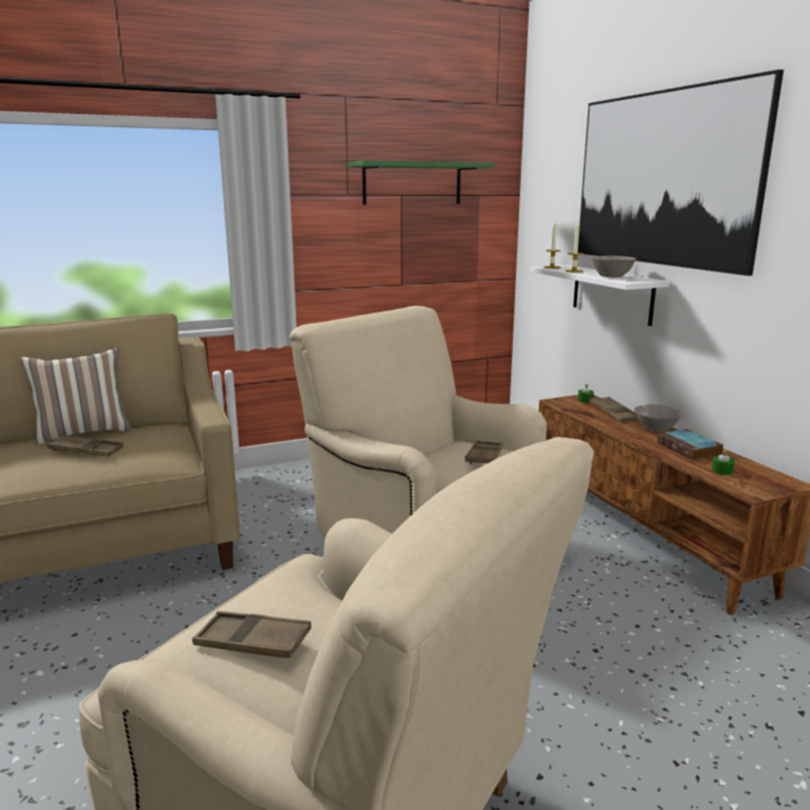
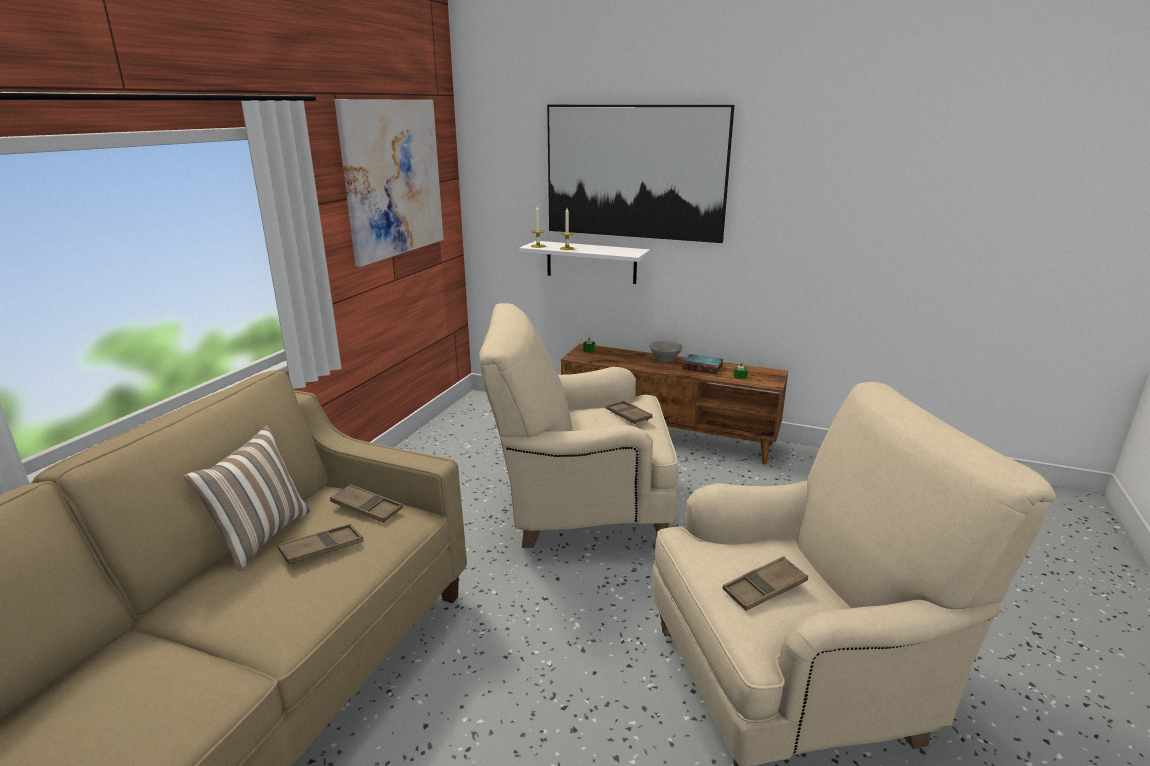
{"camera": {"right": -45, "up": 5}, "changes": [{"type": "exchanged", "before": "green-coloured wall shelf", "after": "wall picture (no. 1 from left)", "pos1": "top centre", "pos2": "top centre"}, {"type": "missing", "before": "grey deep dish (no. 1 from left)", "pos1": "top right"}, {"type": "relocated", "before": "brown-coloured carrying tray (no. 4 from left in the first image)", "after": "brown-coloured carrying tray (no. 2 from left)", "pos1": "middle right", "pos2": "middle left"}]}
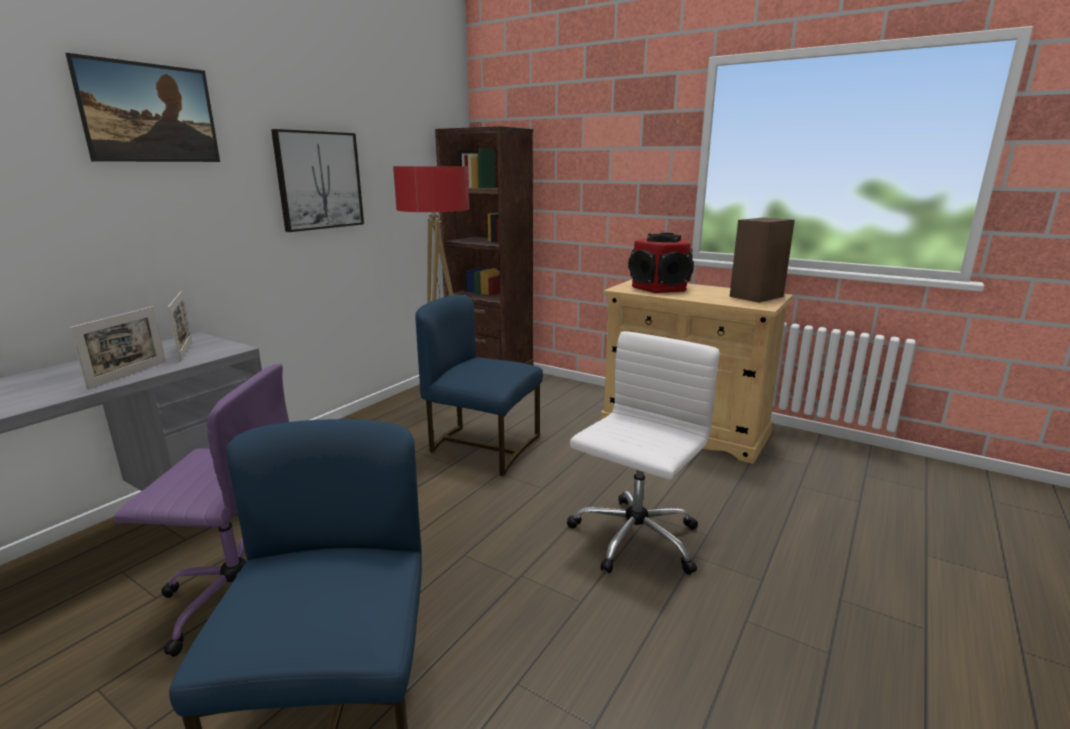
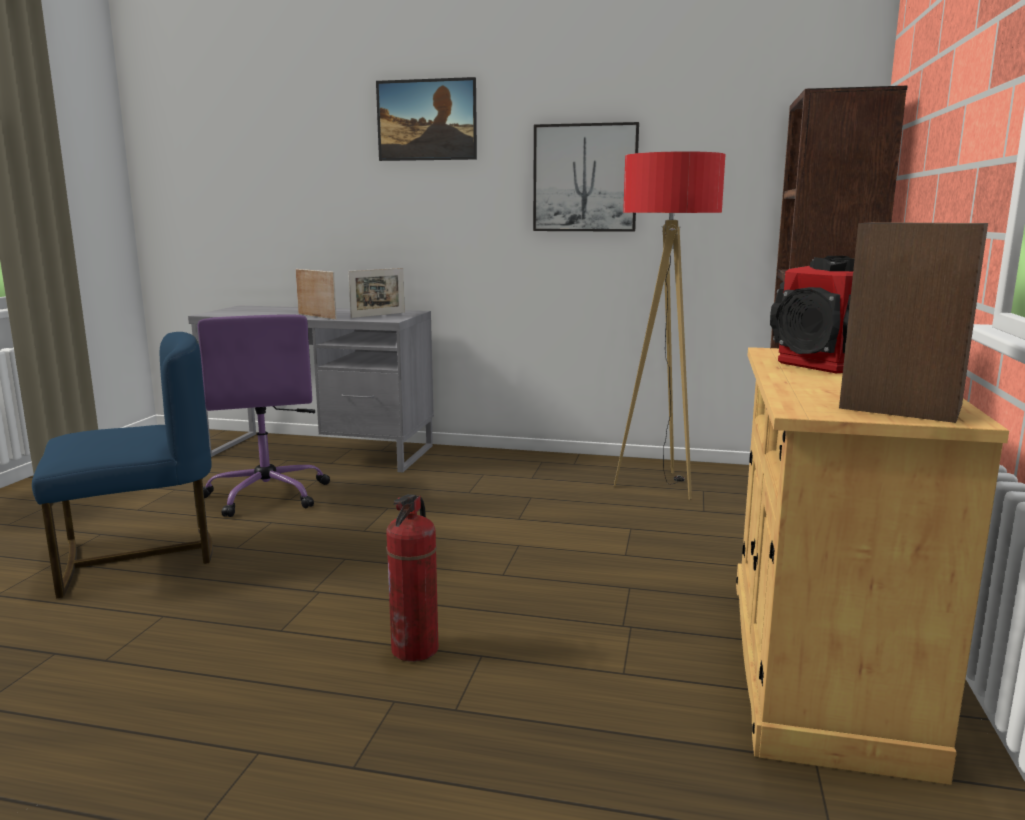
{"camera": {"right": 70, "up": -5}, "changes": [{"type": "missing", "before": "blue chair (no. 2 from left)", "pos1": "centre"}, {"type": "spun", "before": "picture frame (no. 1 from left)", "pos1": "middle left", "pos2": "middle left", "turn": -135}, {"type": "exchanged", "before": "white-coloured computer chair", "after": "extinguisher", "pos1": "centre", "pos2": "bottom centre"}]}
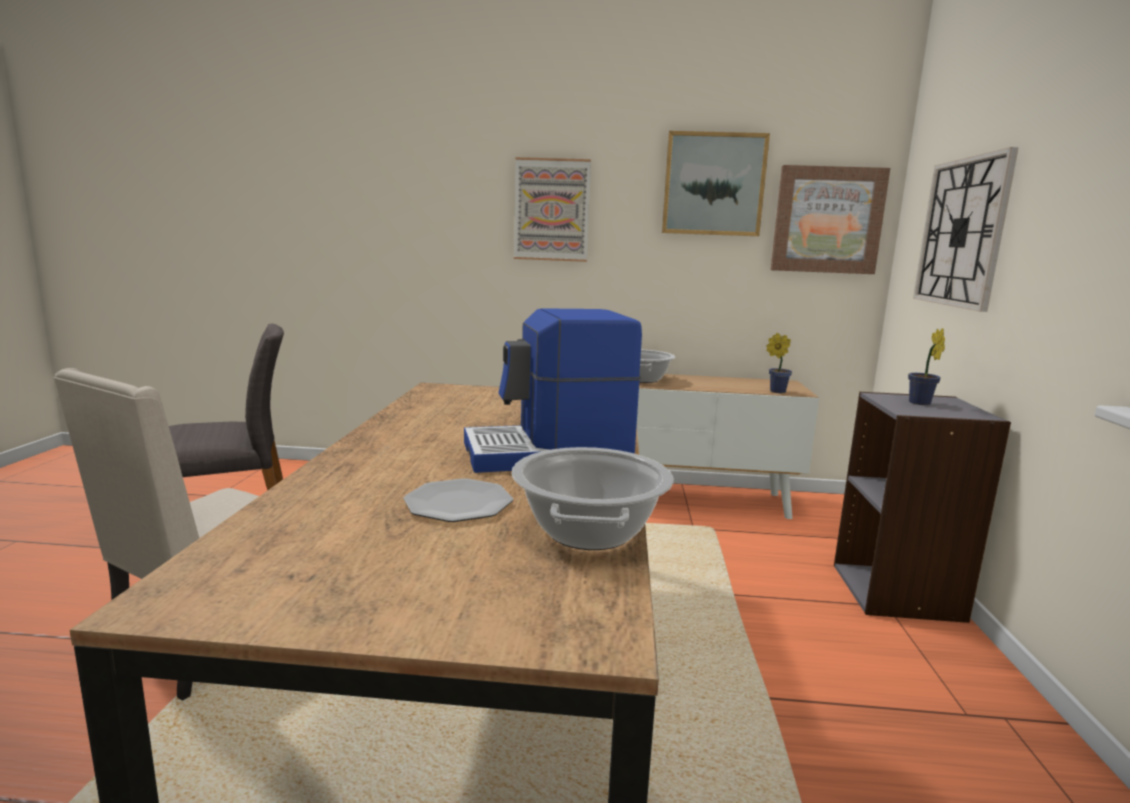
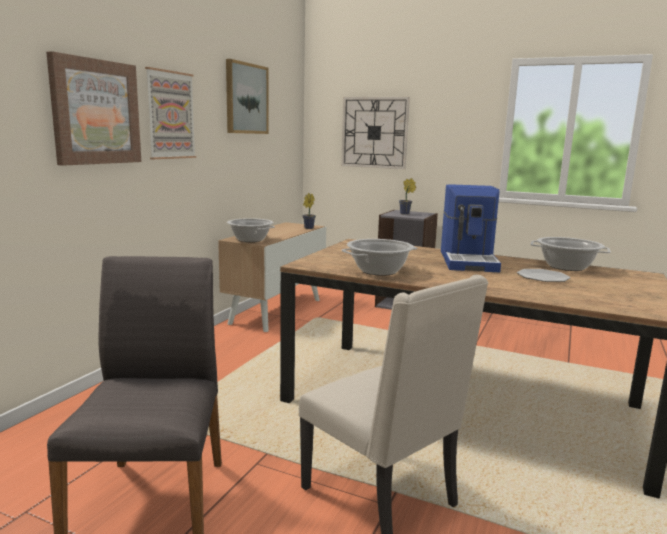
{"camera": {"right": -70, "up": 0}, "changes": [{"type": "relocated", "before": "wall picture (no. 3 from left in the first image)", "after": "wall picture (no. 1 from left)", "pos1": "top right", "pos2": "top left"}, {"type": "appeared", "after": "stockpot (no. 2 from left)", "pos2": "centre"}]}
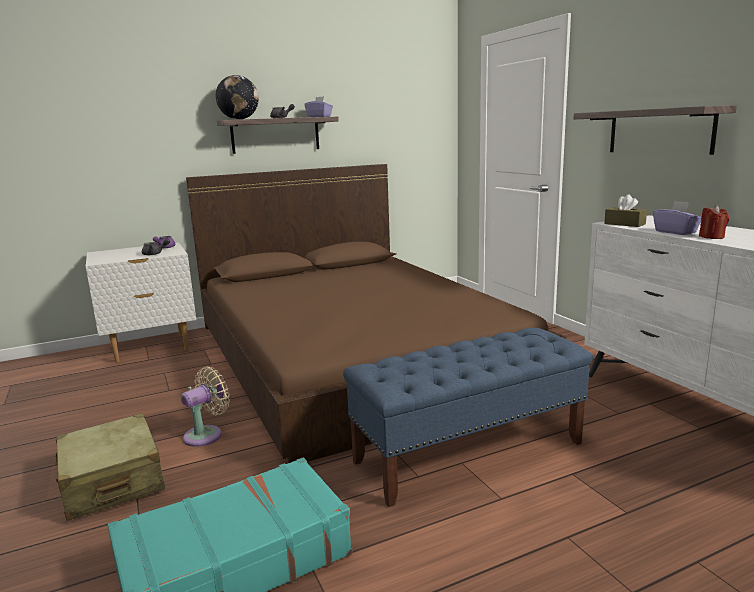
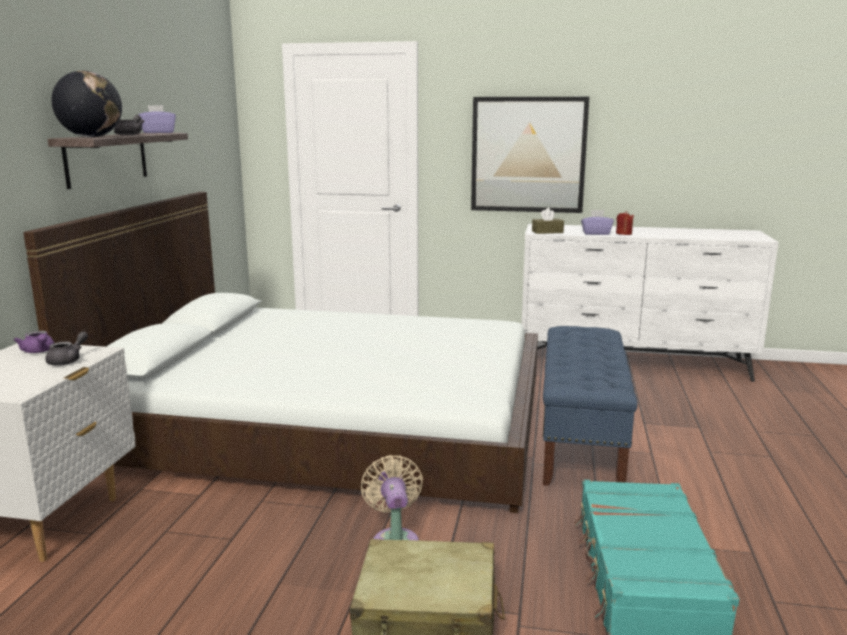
{"camera": {"right": -55, "up": 0}, "changes": [{"type": "exchanged", "before": "wall shelf (no. 2 from left)", "after": "wall picture", "pos1": "top right", "pos2": "top centre"}, {"type": "colour", "before": "brown-coloured sleeping bed", "after": "white-coloured sleeping bed", "pos1": "centre", "pos2": "middle left"}]}
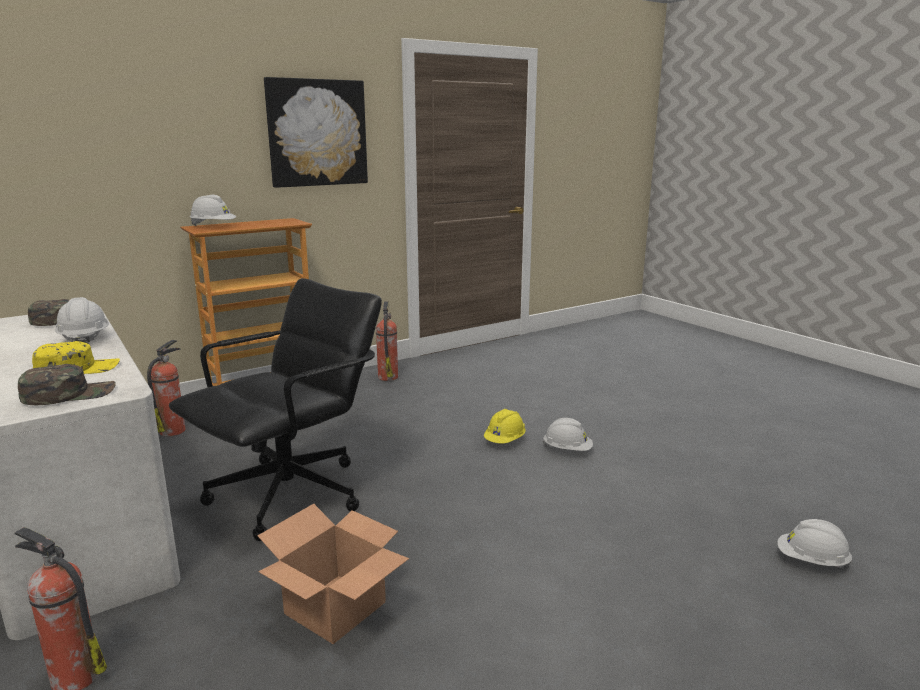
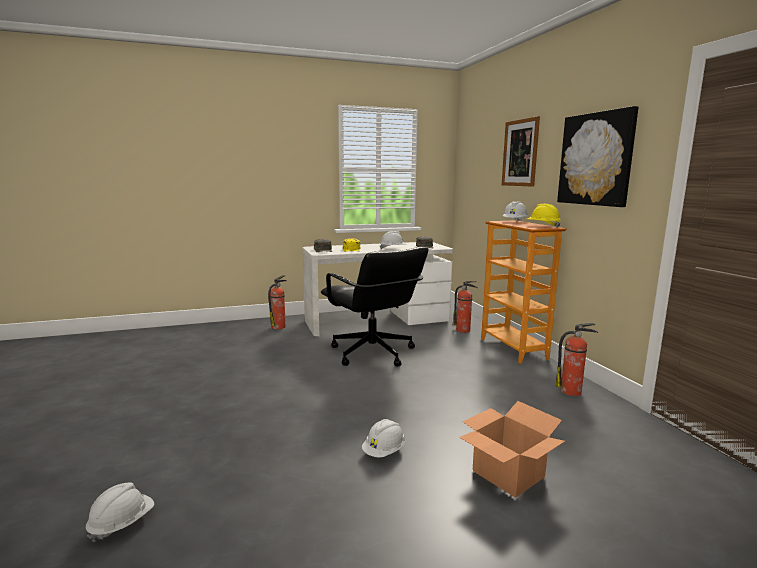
{"camera": {"right": 105, "up": -5}, "changes": [{"type": "relocated", "before": "yellow-coloured hard hat", "pos1": "centre", "pos2": "middle right"}, {"type": "relocated", "before": "packing box", "pos1": "bottom centre", "pos2": "bottom right"}, {"type": "appeared", "after": "wall picture (no. 1 from left)", "pos2": "top right"}]}
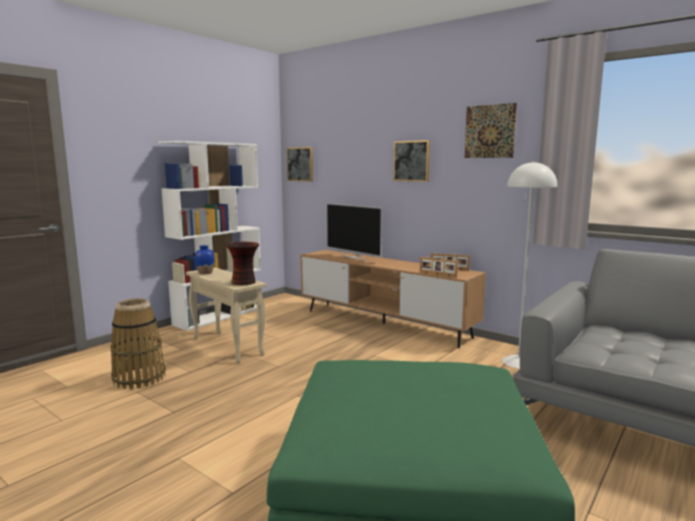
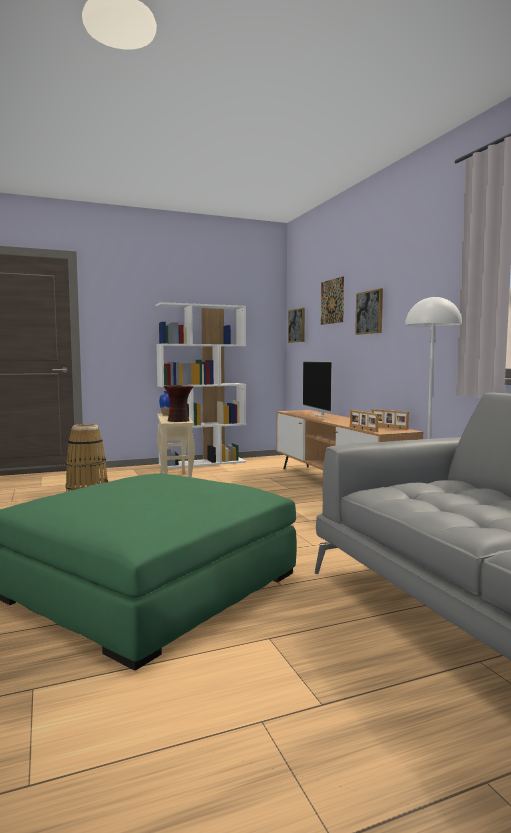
{"camera": {"right": 30, "up": -5}, "changes": [{"type": "relocated", "before": "wall picture (no. 3 from left in the first image)", "after": "wall picture (no. 2 from left)", "pos1": "top right", "pos2": "centre"}]}
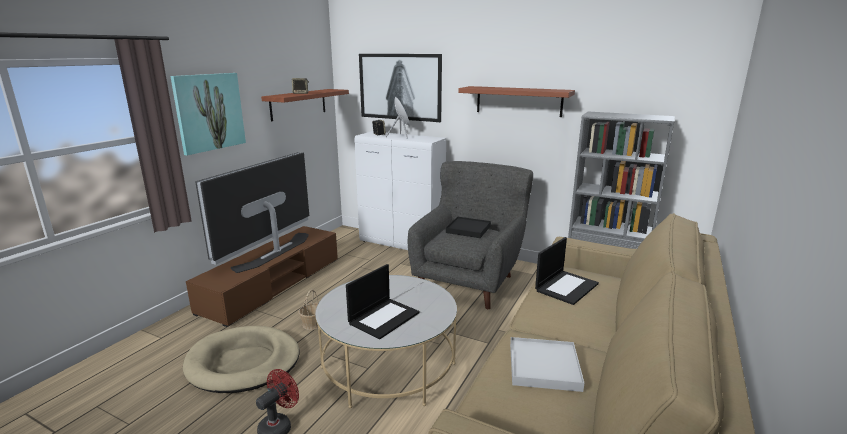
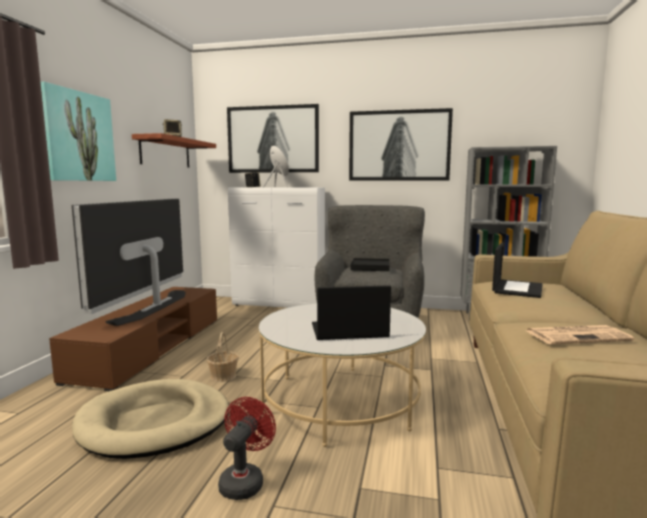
{"camera": {"right": -15, "up": -10}, "changes": [{"type": "exchanged", "before": "wall shelf (no. 2 from left)", "after": "wall picture (no. 3 from left)", "pos1": "top centre", "pos2": "top centre"}, {"type": "spun", "before": "laptop (no. 1 from left)", "pos1": "bottom centre", "pos2": "centre", "turn": -120}, {"type": "exchanged", "before": "white-coloured carrying tray", "after": "daily paper", "pos1": "bottom centre", "pos2": "middle right"}]}
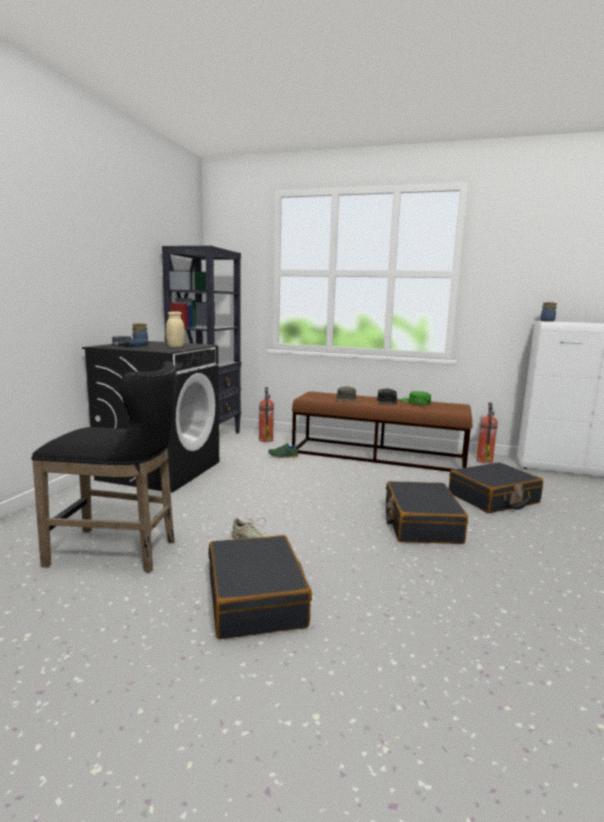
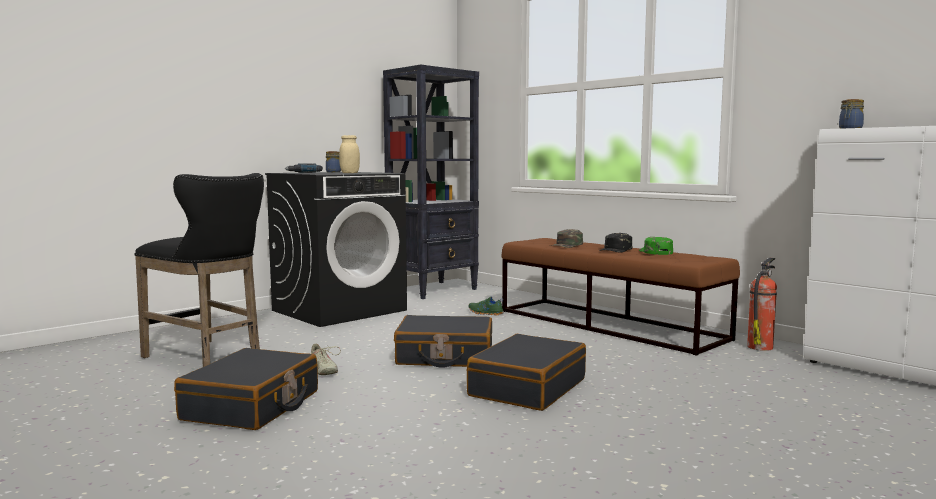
{"camera": {"right": 30, "up": -5}, "changes": [{"type": "missing", "before": "extinguisher (no. 1 from left)", "pos1": "centre"}, {"type": "relocated", "before": "black suitcase (no. 3 from left in the first image)", "after": "black suitcase (no. 2 from left)", "pos1": "middle right", "pos2": "bottom centre"}]}
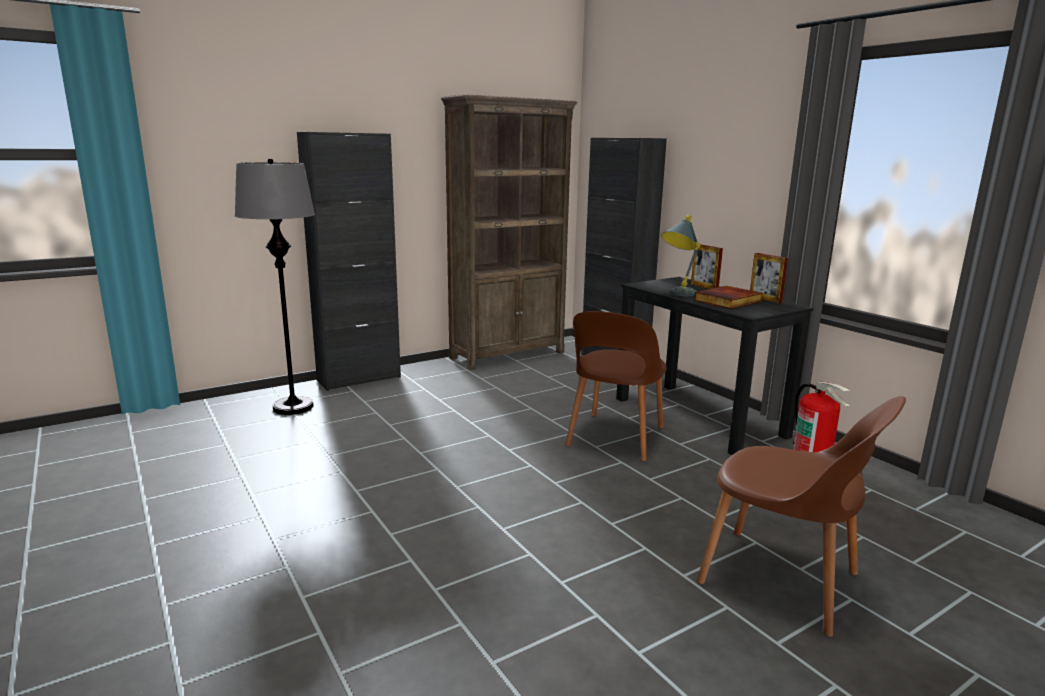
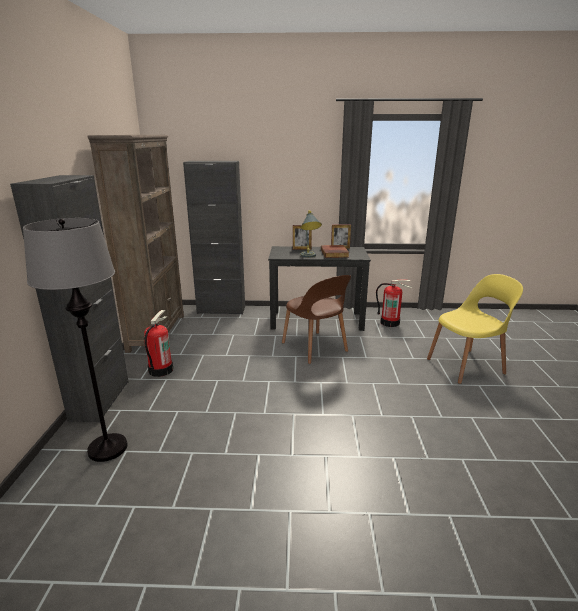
{"camera": {"right": -55, "up": 5}, "changes": [{"type": "colour", "before": "brown-coloured chair (no. 2 from left)", "after": "yellow-coloured chair", "pos1": "bottom right", "pos2": "middle right"}, {"type": "appeared", "after": "extinguisher (no. 1 from left)", "pos2": "middle left"}]}
